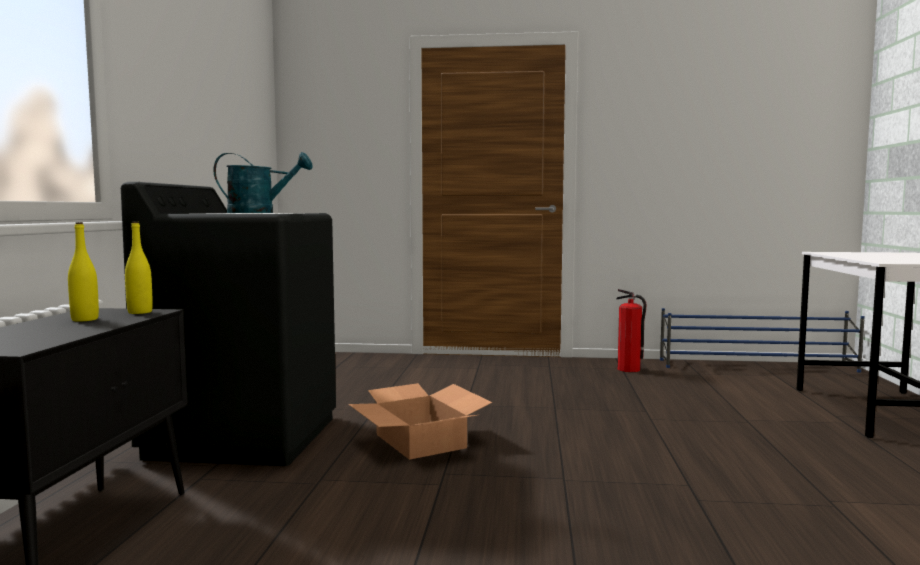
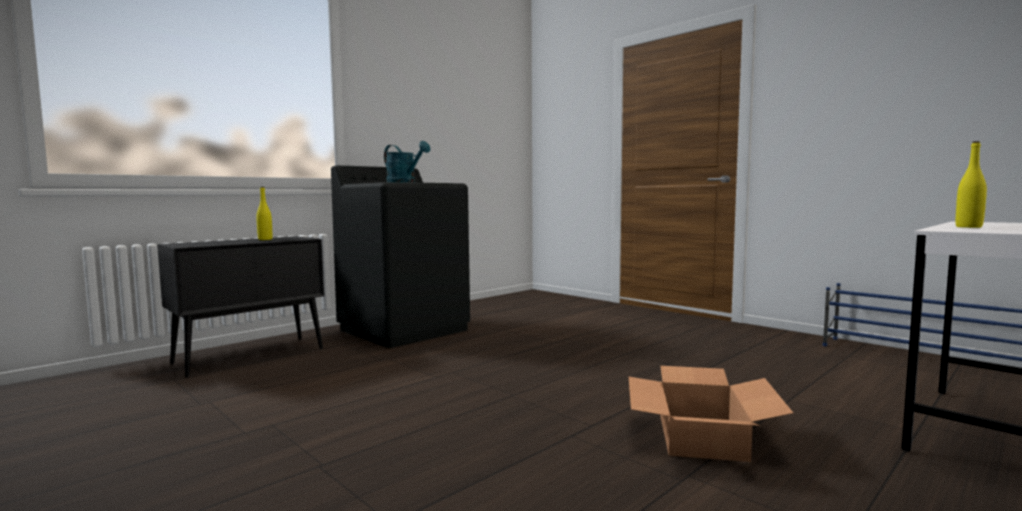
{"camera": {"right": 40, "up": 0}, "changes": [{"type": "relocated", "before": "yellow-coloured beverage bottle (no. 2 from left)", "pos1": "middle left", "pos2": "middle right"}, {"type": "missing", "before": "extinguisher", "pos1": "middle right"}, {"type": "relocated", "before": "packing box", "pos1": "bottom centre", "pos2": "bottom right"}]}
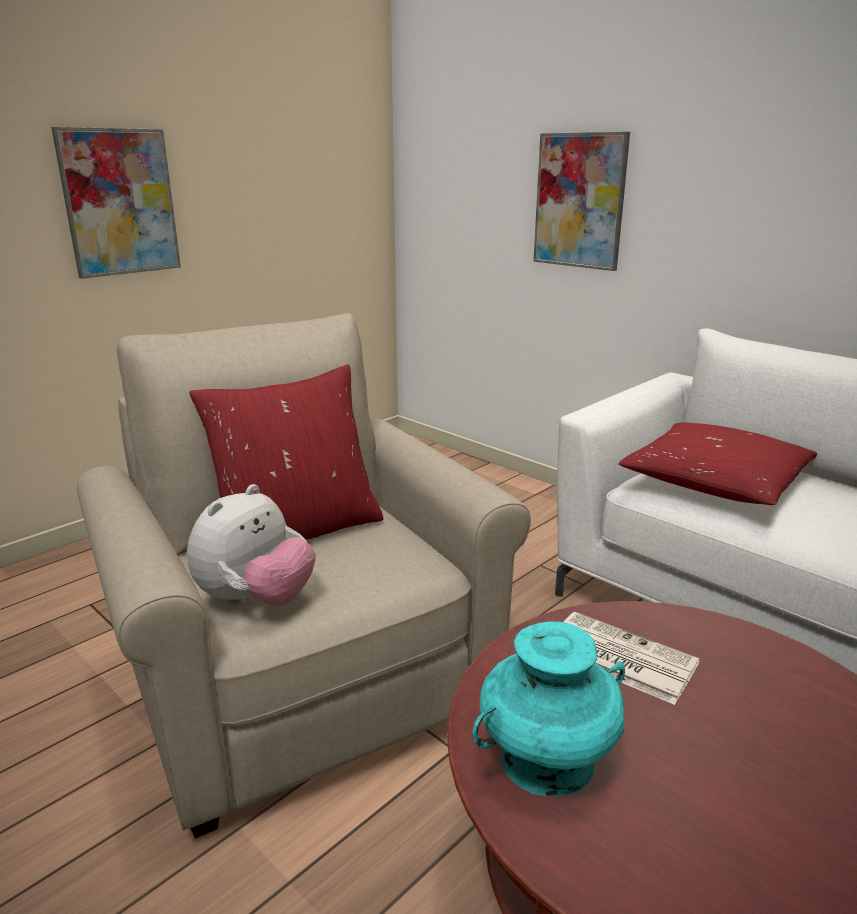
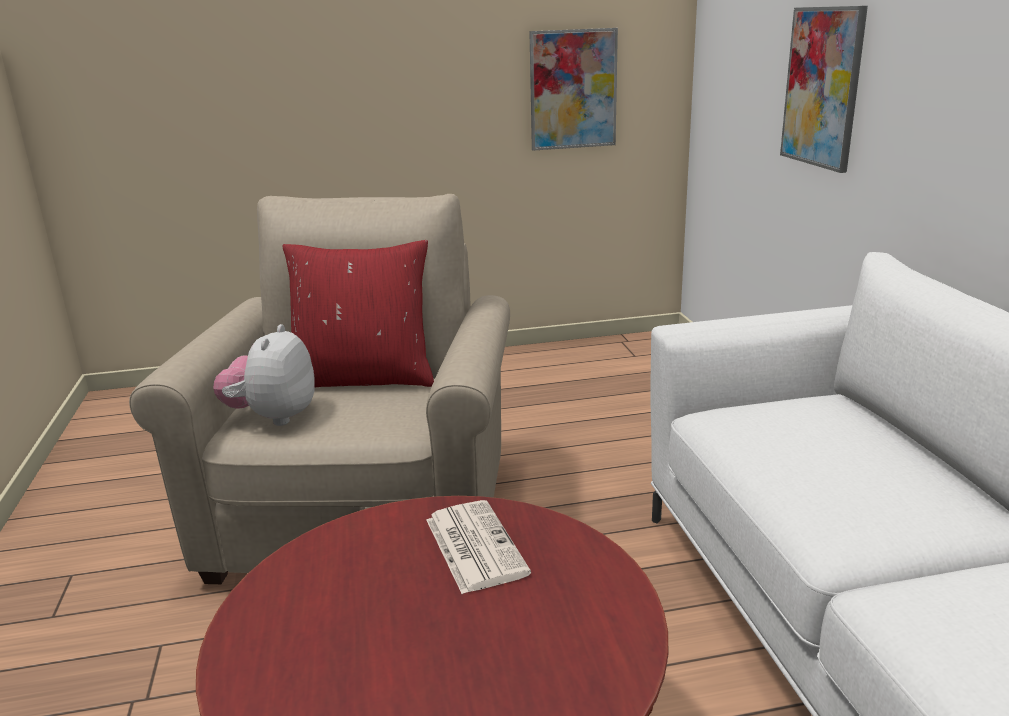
{"camera": {"right": 35, "up": 0}, "changes": [{"type": "relocated", "before": "wall picture (no. 1 from left)", "pos1": "top left", "pos2": "top centre"}, {"type": "missing", "before": "reddish pillow (no. 2 from left)", "pos1": "middle right"}, {"type": "spun", "before": "plush toy", "pos1": "middle left", "pos2": "middle left", "turn": 120}, {"type": "missing", "before": "turquoise-coloured vase", "pos1": "bottom centre"}]}
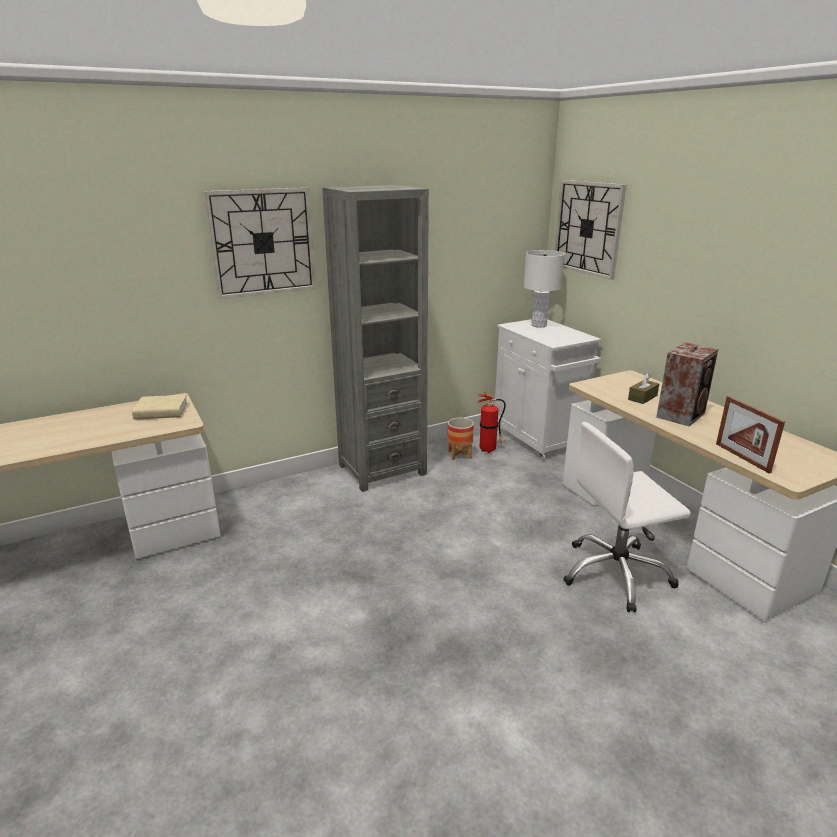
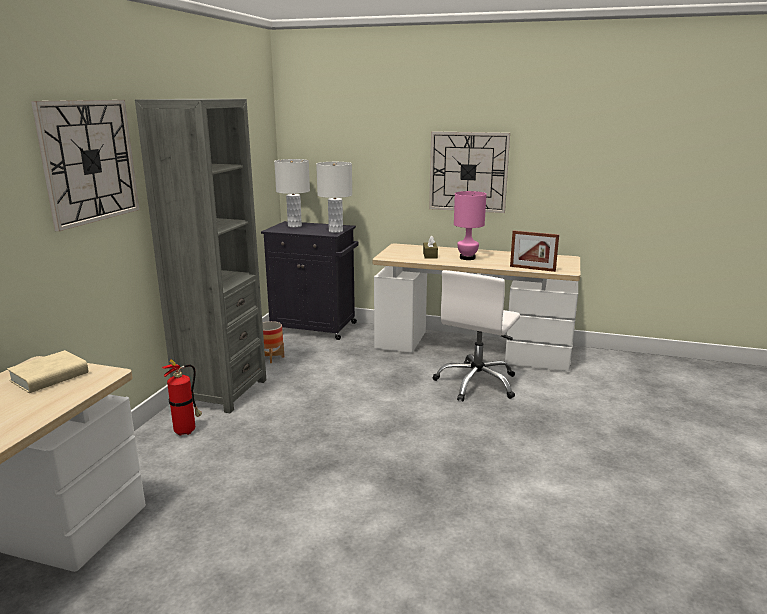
{"camera": {"right": -45, "up": -5}, "changes": [{"type": "relocated", "before": "wall clock (no. 2 from left)", "pos1": "top right", "pos2": "top centre"}, {"type": "colour", "before": "white-coloured cupboard", "after": "black cupboard", "pos1": "centre", "pos2": "centre"}, {"type": "exchanged", "before": "loudspeaker", "after": "pink-coloured table lamp", "pos1": "middle right", "pos2": "centre"}, {"type": "relocated", "before": "extinguisher", "pos1": "centre", "pos2": "middle left"}, {"type": "appeared", "after": "white-coloured table lamp (no. 2 from left)", "pos2": "top centre"}]}
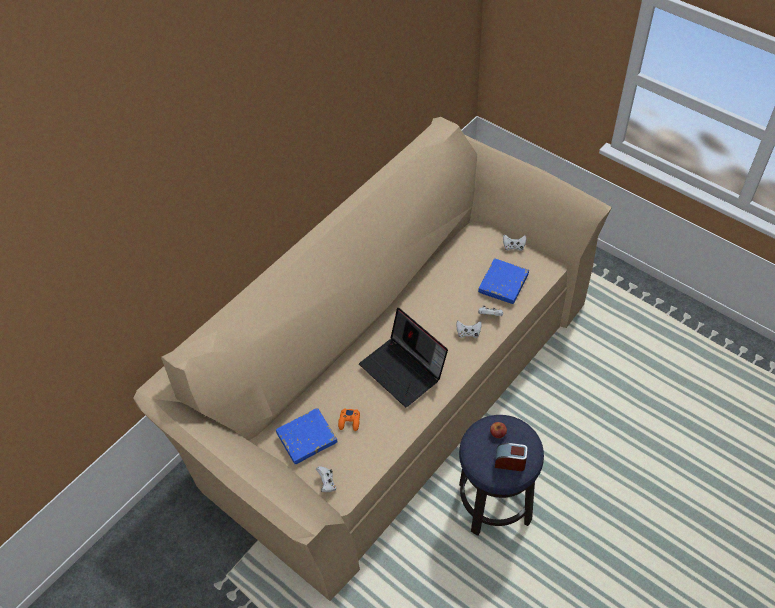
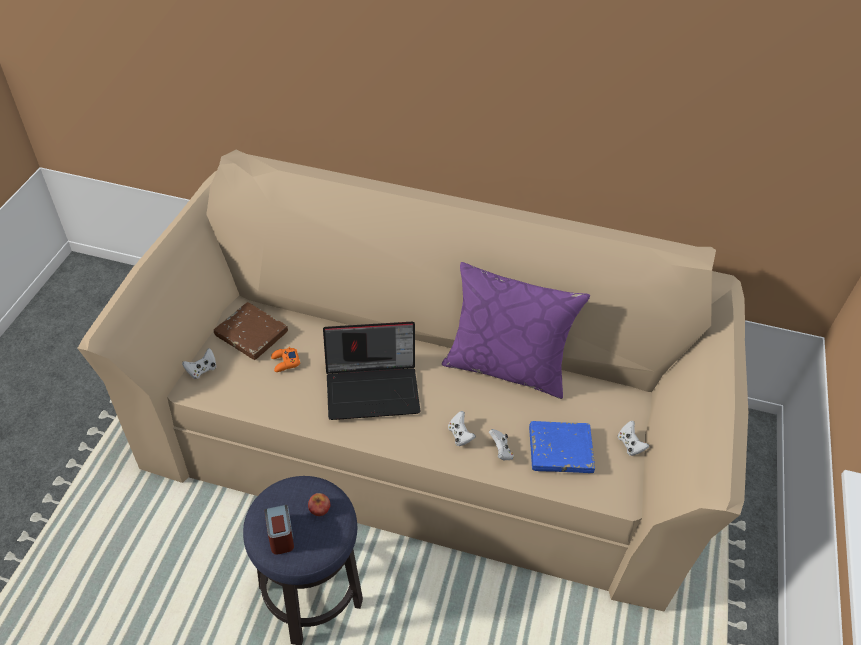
{"camera": {"right": 60, "up": -5}, "changes": [{"type": "spun", "before": "laptop", "pos1": "centre", "pos2": "centre", "turn": -120}, {"type": "colour", "before": "blue book (no. 1 from left)", "after": "brown-coloured book", "pos1": "bottom centre", "pos2": "middle left"}, {"type": "appeared", "after": "purple-coloured pillow", "pos2": "centre"}]}
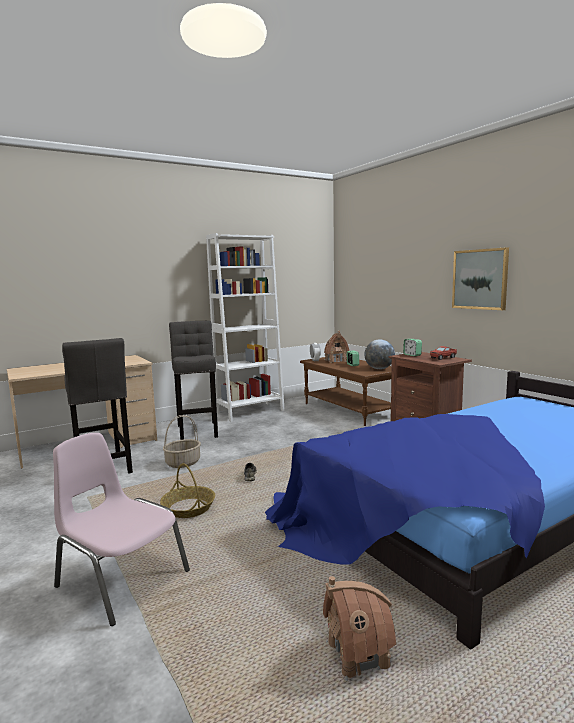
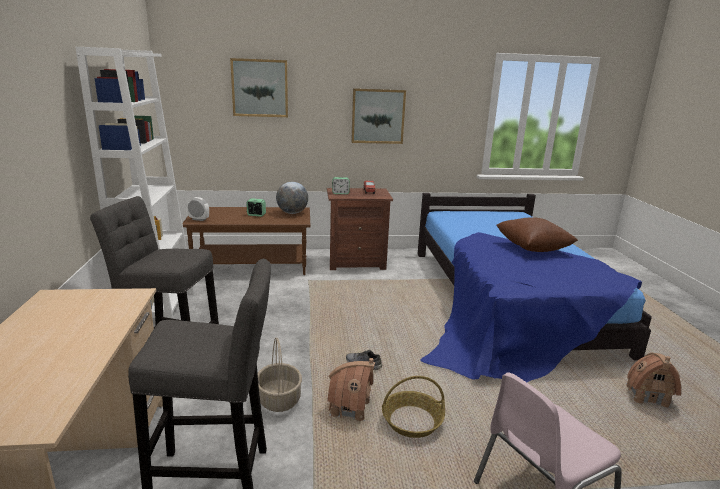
{"camera": {"right": -65, "up": 10}, "changes": [{"type": "relocated", "before": "toy house (no. 1 from left)", "pos1": "centre", "pos2": "bottom centre"}, {"type": "appeared", "after": "wall picture (no. 1 from left)", "pos2": "top centre"}, {"type": "appeared", "after": "brown-coloured pillow", "pos2": "middle right"}]}
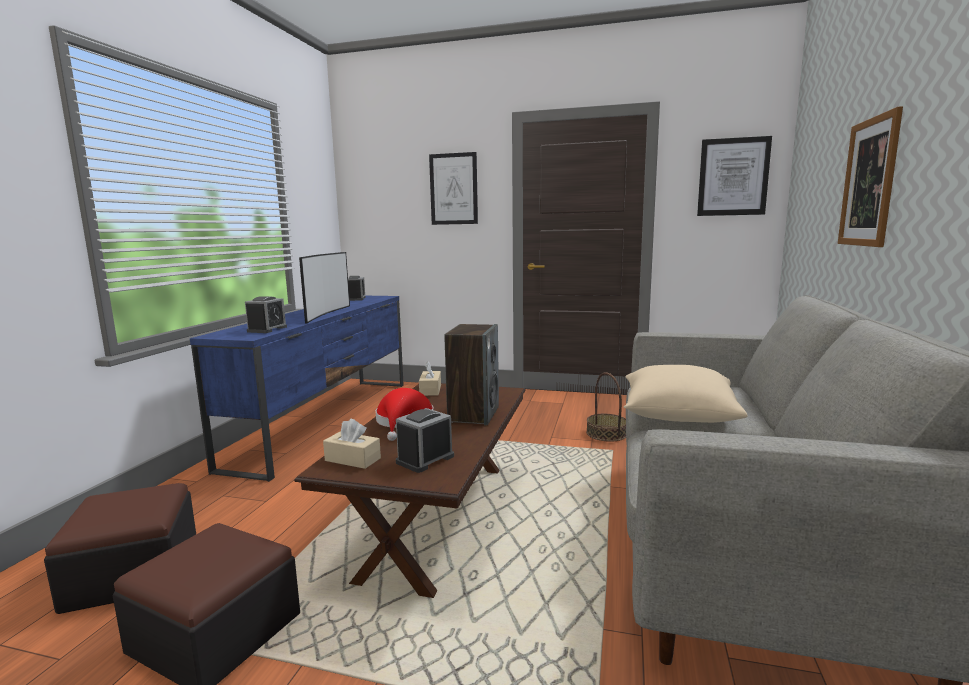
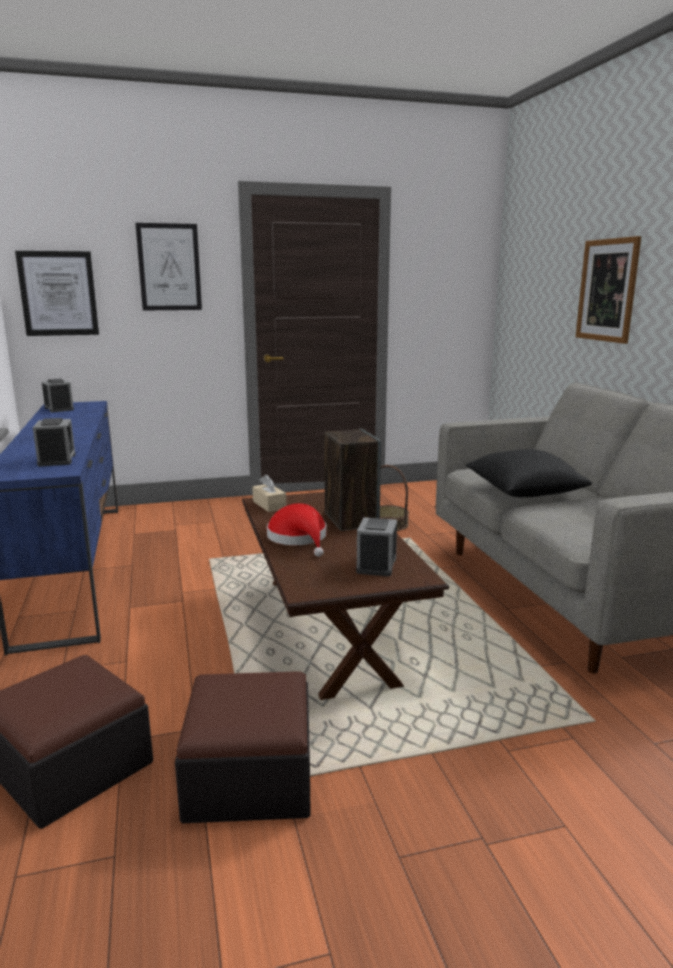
{"camera": {"right": -30, "up": 5}, "changes": [{"type": "relocated", "before": "wall picture (no. 2 from left in the first image)", "after": "wall picture (no. 1 from left)", "pos1": "top right", "pos2": "top left"}, {"type": "missing", "before": "television", "pos1": "centre"}, {"type": "colour", "before": "sand-coloured pillow", "after": "black pillow", "pos1": "middle right", "pos2": "middle right"}, {"type": "missing", "before": "sand-coloured tissue box (no. 1 from left)", "pos1": "centre"}]}
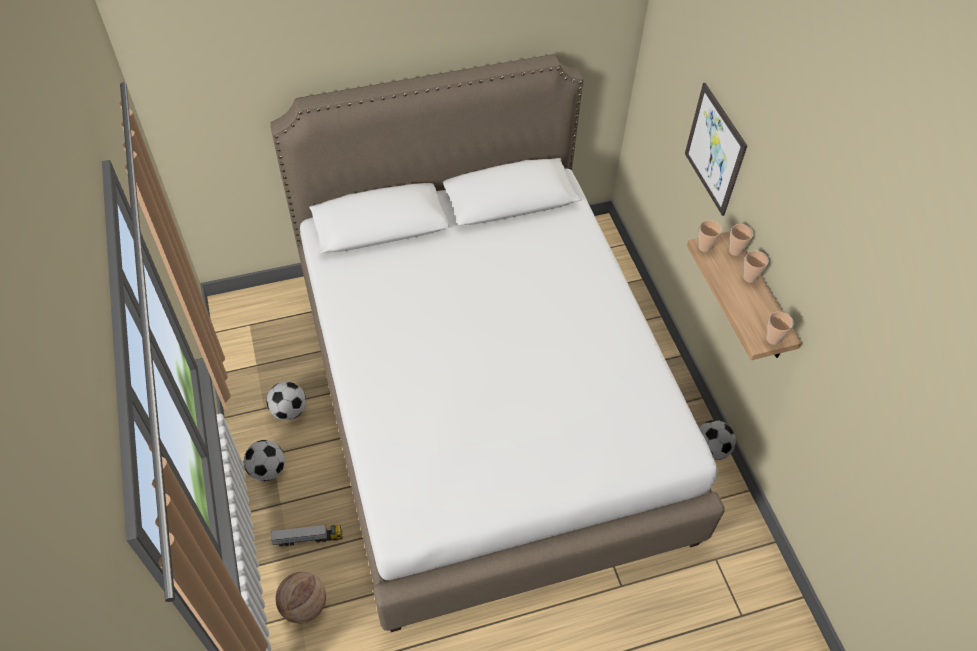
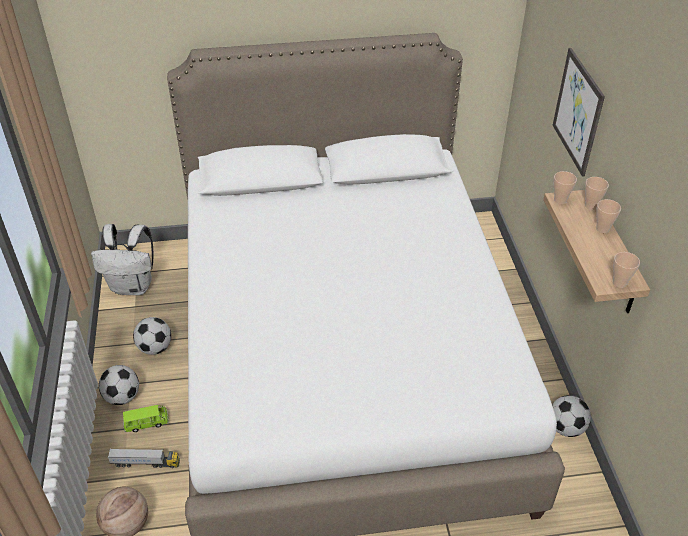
{"camera": {"right": 10, "up": -10}, "changes": [{"type": "appeared", "after": "white-coloured rucksack", "pos2": "middle left"}, {"type": "appeared", "after": "green-coloured miniature car", "pos2": "bottom left"}]}
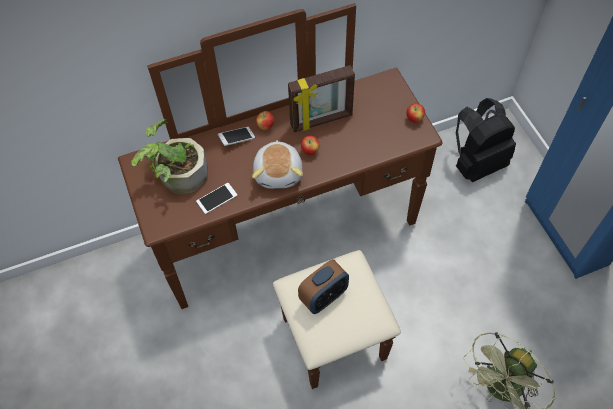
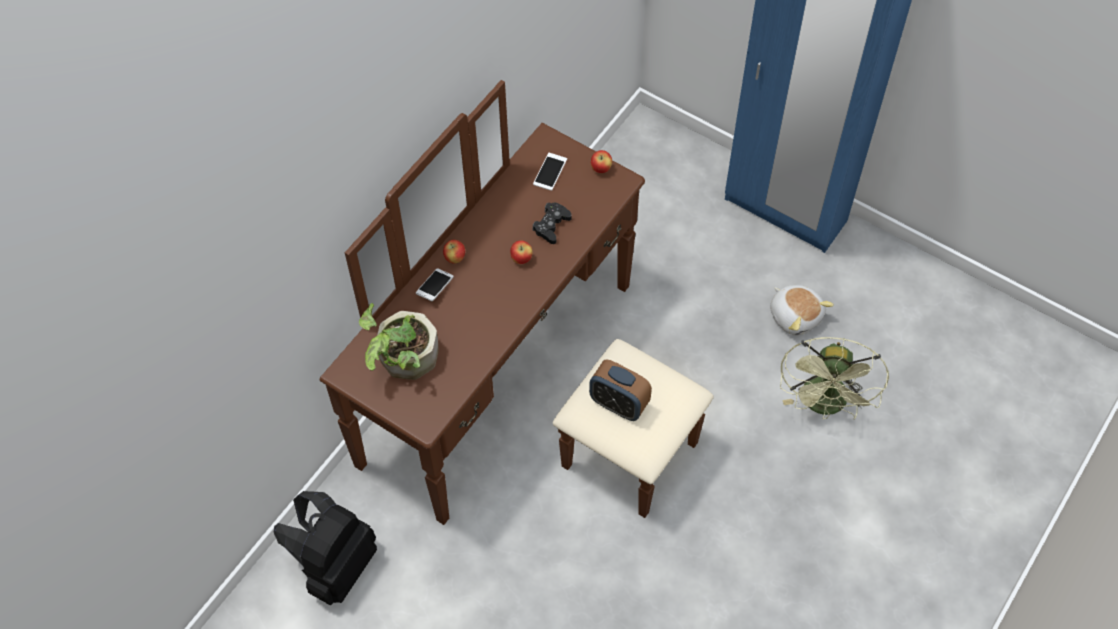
{"camera": {"right": -35, "up": 0}, "changes": [{"type": "missing", "before": "picture frame", "pos1": "top centre"}, {"type": "relocated", "before": "black rucksack", "pos1": "middle right", "pos2": "bottom left"}, {"type": "relocated", "before": "plush toy", "pos1": "centre", "pos2": "middle right"}, {"type": "relocated", "before": "handset (no. 1 from left in the first image)", "after": "handset (no. 2 from left)", "pos1": "centre", "pos2": "top centre"}, {"type": "spun", "before": "alarm clock", "pos1": "bottom centre", "pos2": "centre", "turn": 105}, {"type": "appeared", "after": "black gamepad", "pos2": "centre"}]}
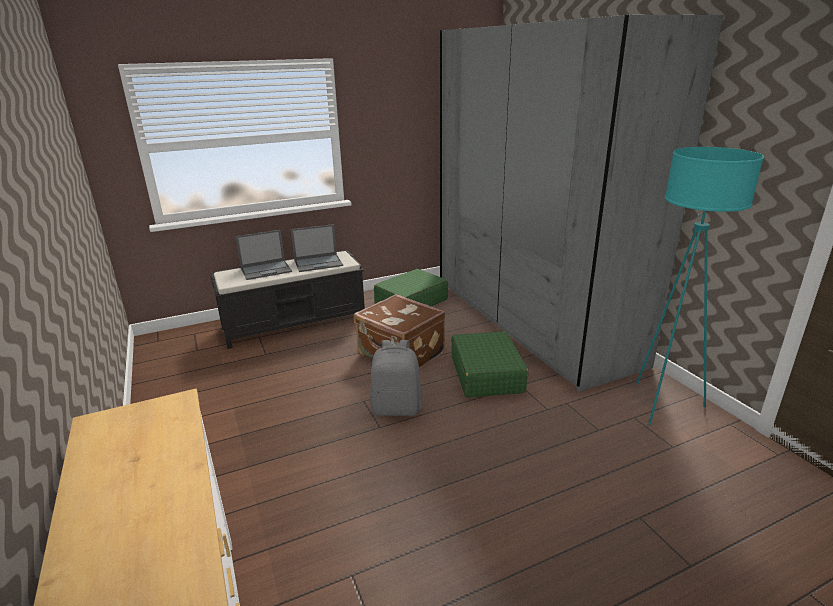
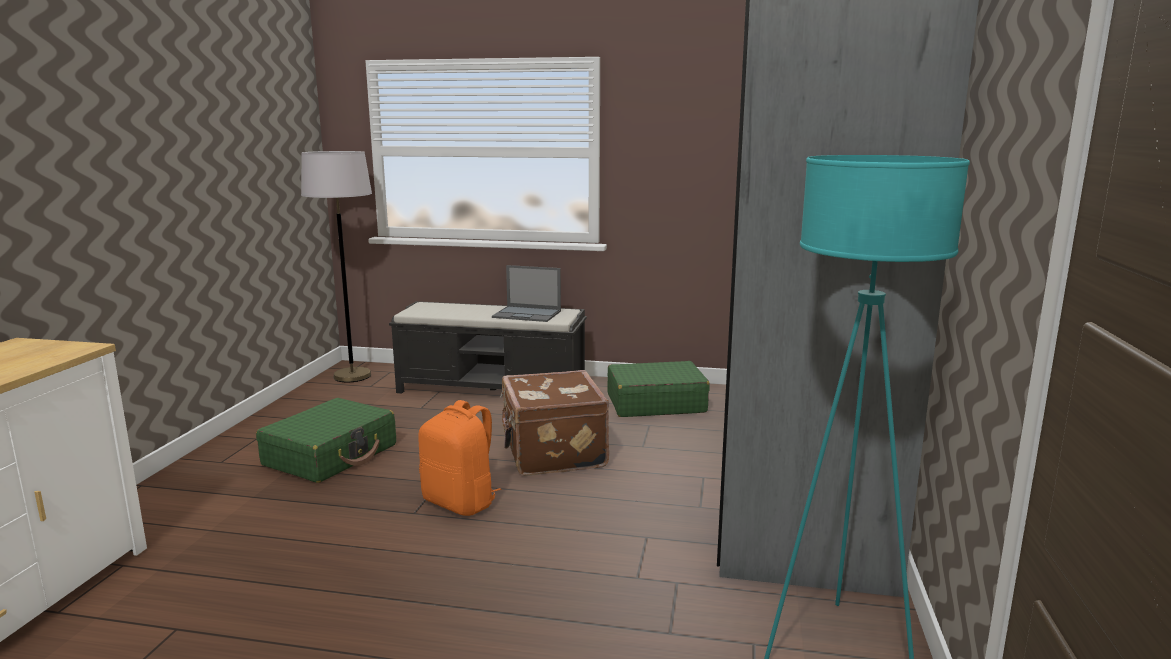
{"camera": {"right": 35, "up": -10}, "changes": [{"type": "missing", "before": "laptop (no. 1 from left)", "pos1": "middle left"}, {"type": "relocated", "before": "green-coloured suitcase (no. 2 from left in the first image)", "after": "green-coloured suitcase (no. 1 from left)", "pos1": "centre", "pos2": "bottom left"}, {"type": "colour", "before": "grey rucksack", "after": "orange rucksack", "pos1": "centre", "pos2": "bottom centre"}, {"type": "appeared", "after": "grey floor lamp", "pos2": "middle left"}]}
